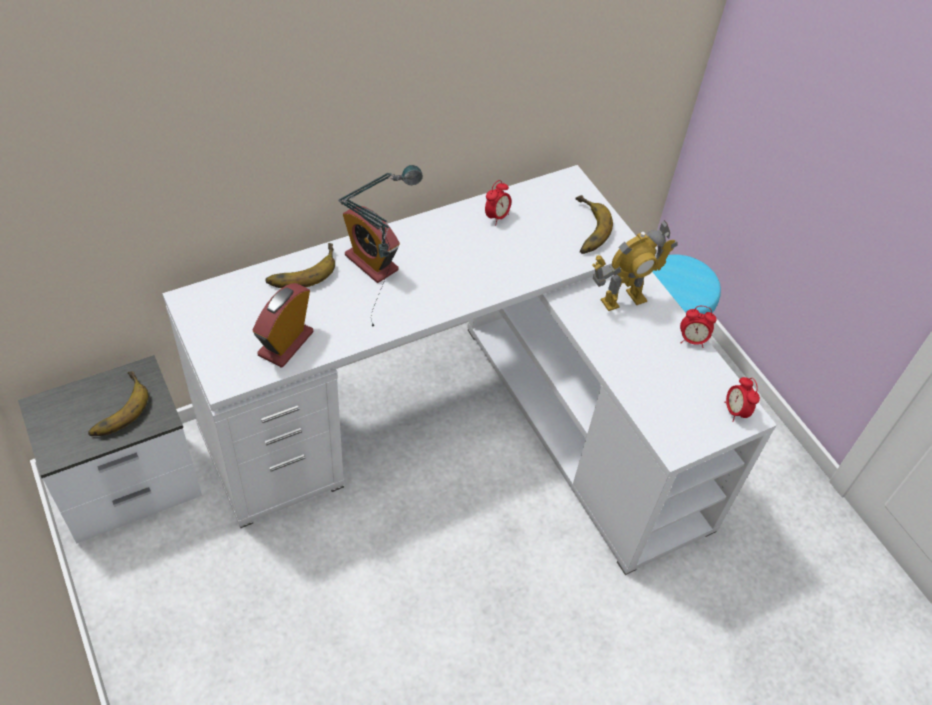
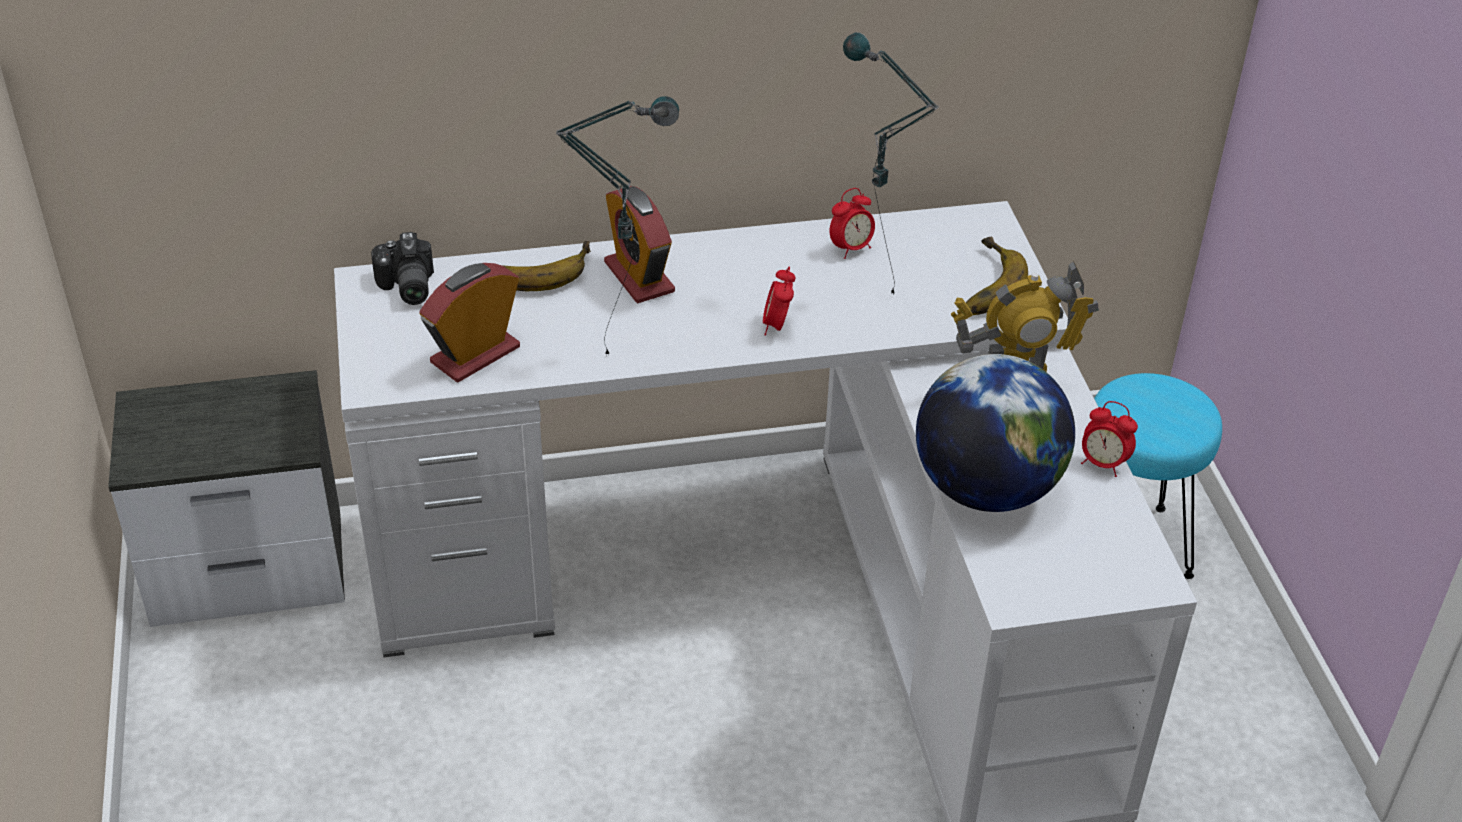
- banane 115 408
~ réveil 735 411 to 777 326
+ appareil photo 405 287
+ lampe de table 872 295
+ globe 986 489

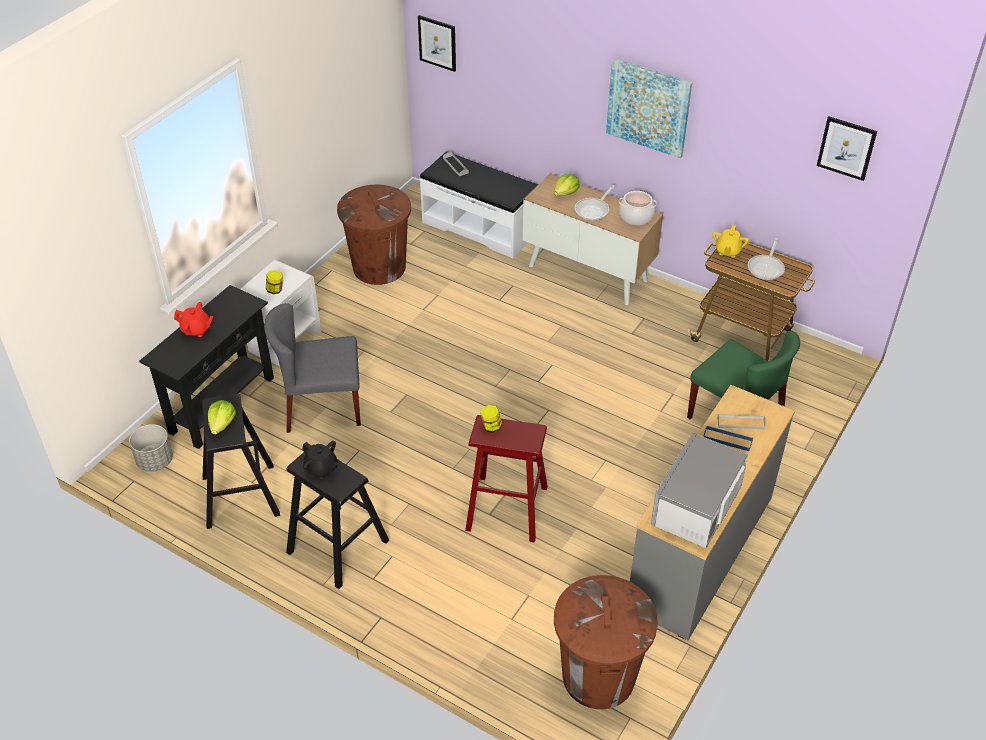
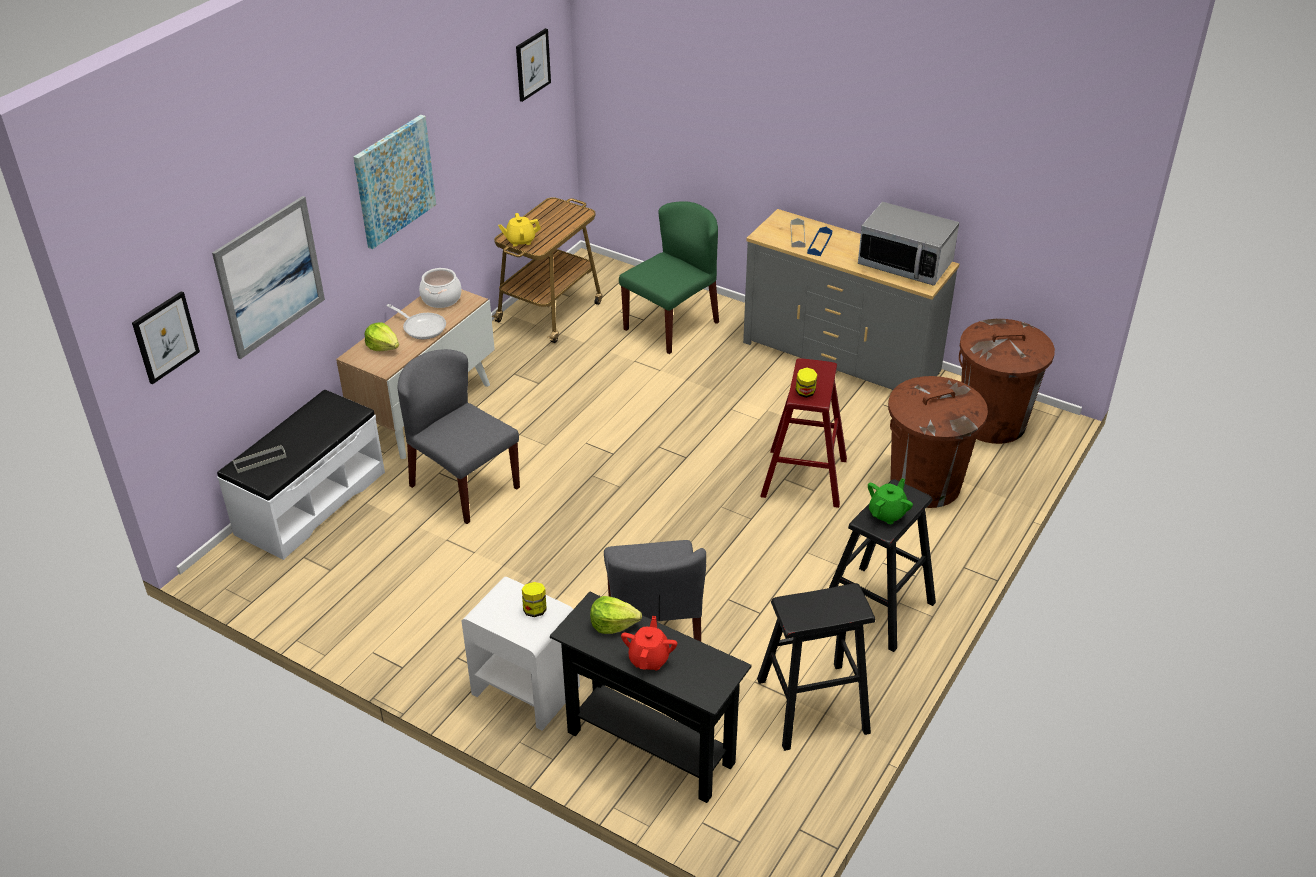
- cache-pot [gris] 155 461
~ laitue 222 424 to 613 624
~ théière [noir] 321 469 to théière [vert] 887 513
~ poubelle [marron] 379 267 to 924 484
~ théière [jaune] 728 251 = 520 241 150 degrees clockwise
- poêle 766 267
+ tableau 270 277
+ chaise [gris] 464 486

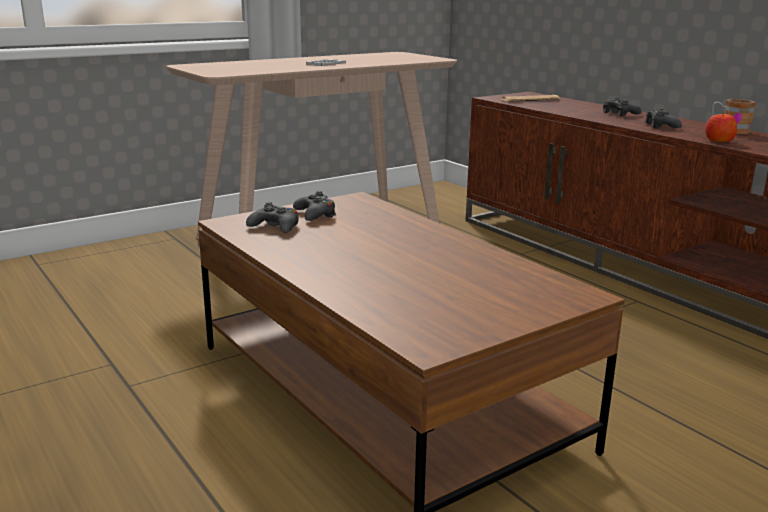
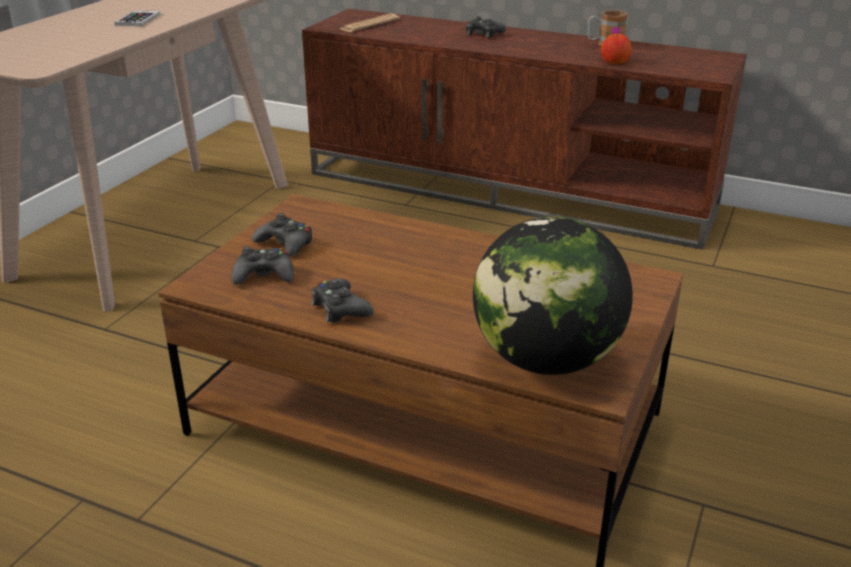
~ manette [noir] 661 125 to 340 308
+ globe 546 360

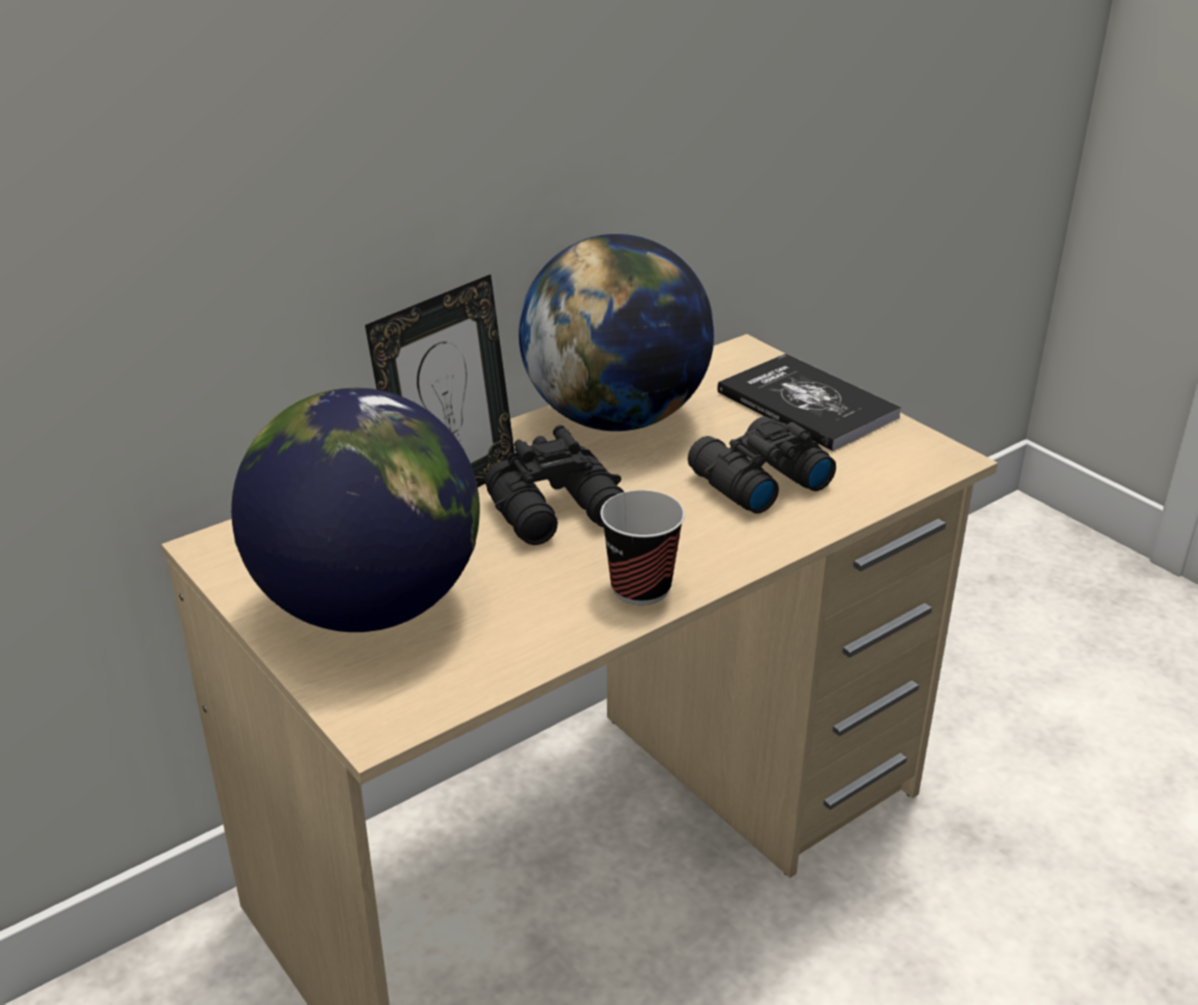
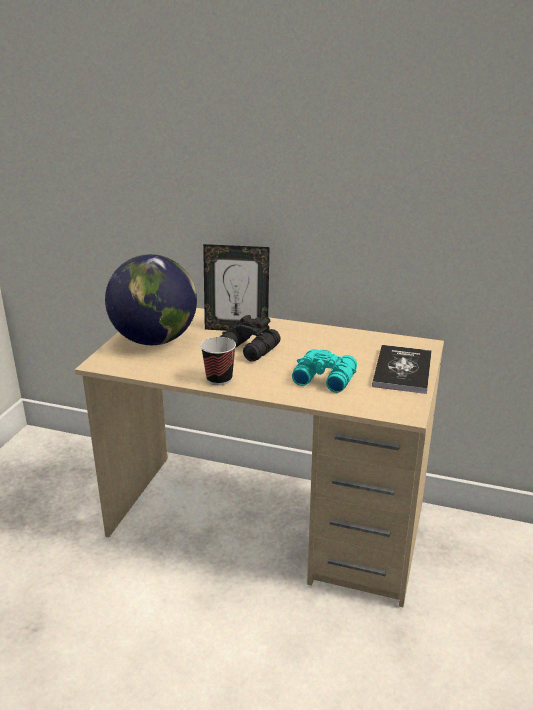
- globe 616 418
~ jumelles [noir] 755 480 to jumelles [turquoise] 323 378

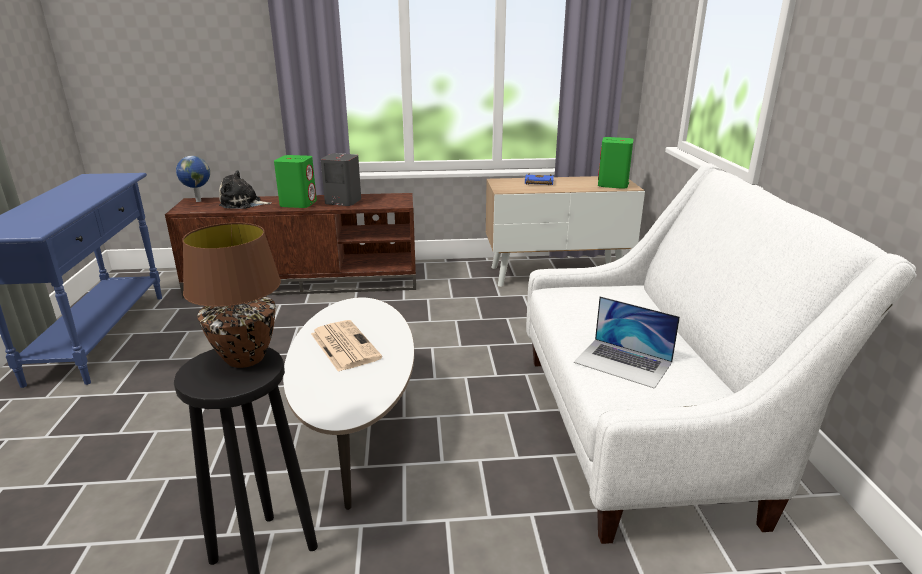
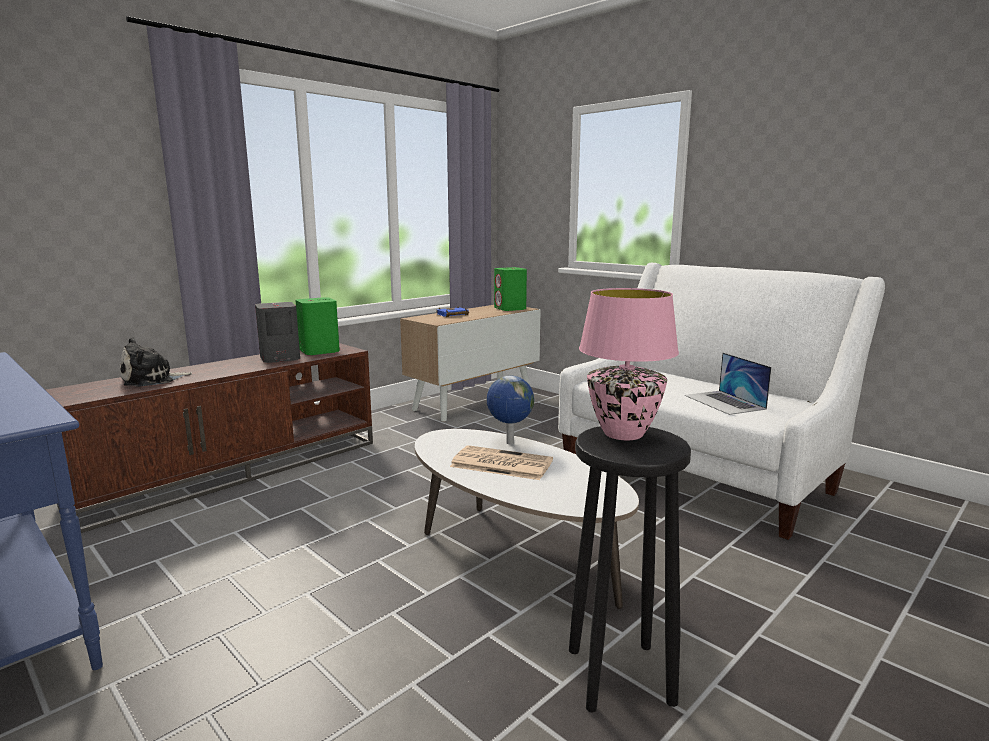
~ globe 198 201 to 509 443
~ lampe de table [marron] 244 358 to lampe de table [rose] 622 434
~ enceinte [vert] 298 203 to 319 351
~ ordinateur portable 623 362 = 724 402 75 degrees clockwise

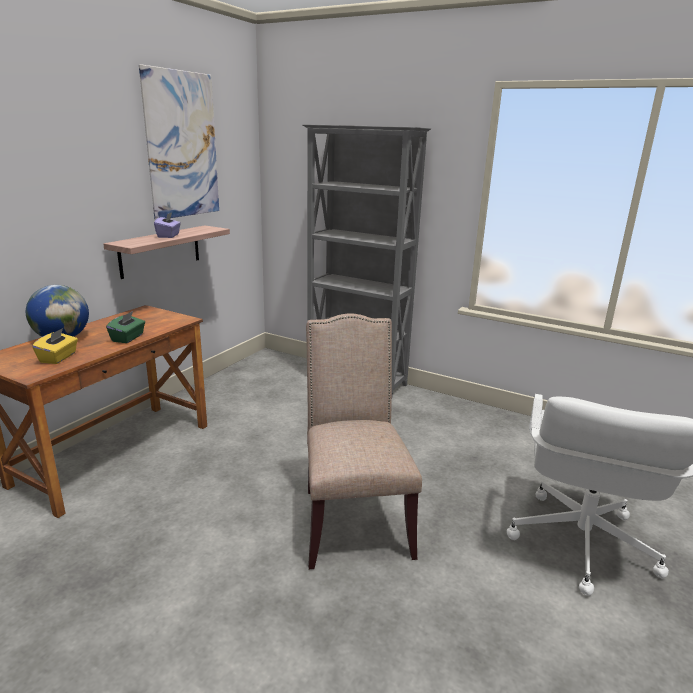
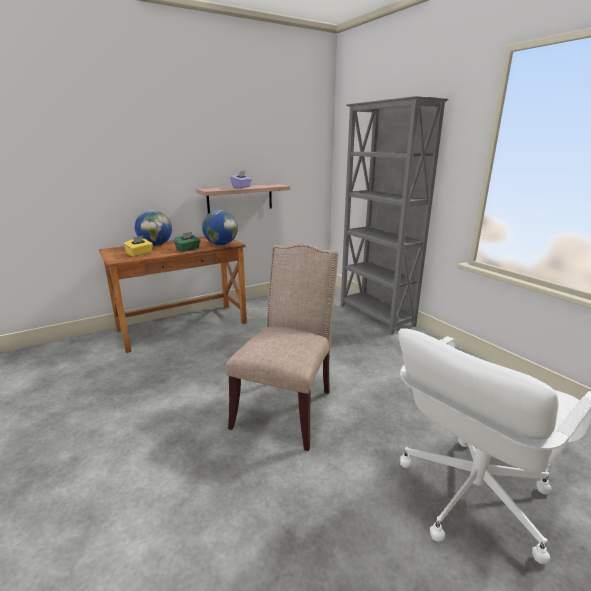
- tableau 182 146
+ globe 221 244

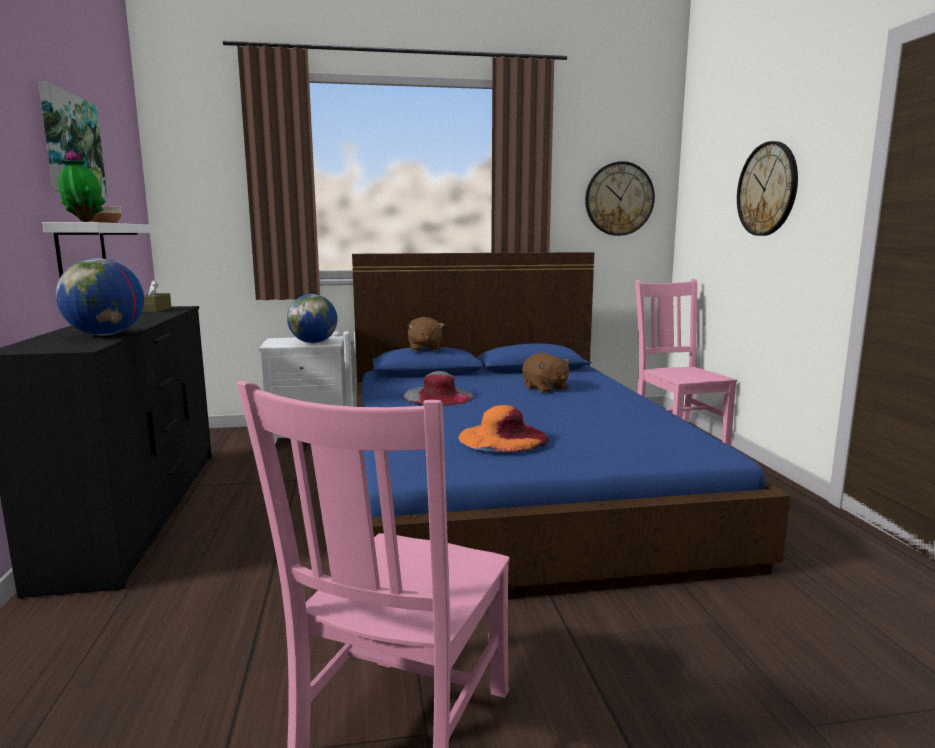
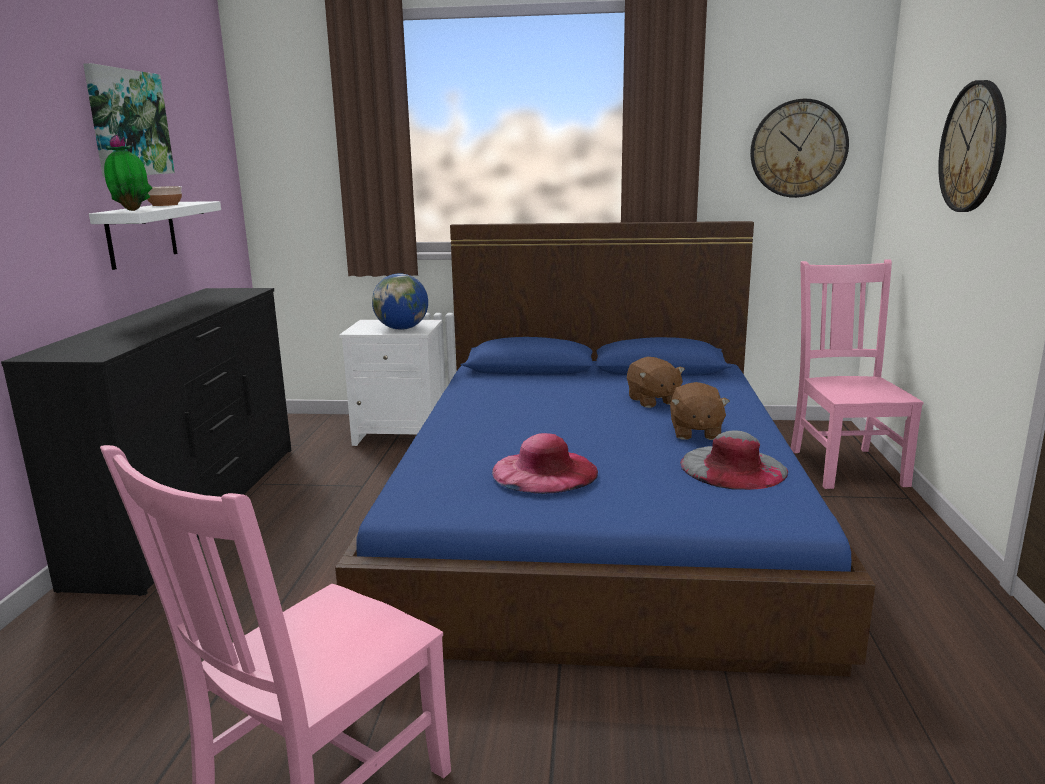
- globe 106 335
- boîte à mouchoirs [marron] 155 310
~ chapeau [gris] 438 396 to 733 467
~ peluche [marron] 424 348 to 695 432
~ chapeau [orange] 503 437 to chapeau [rose] 544 471

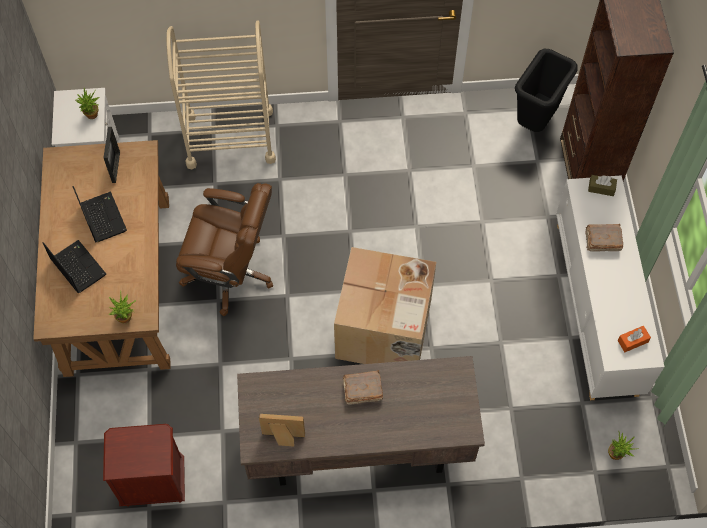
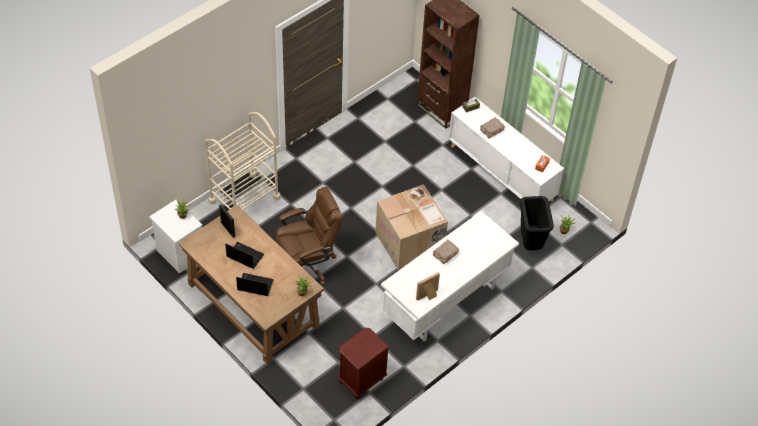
~ bureau [marron] 357 448 to bureau [blanc] 445 302
~ poubelle [noir] 535 121 to 530 244

